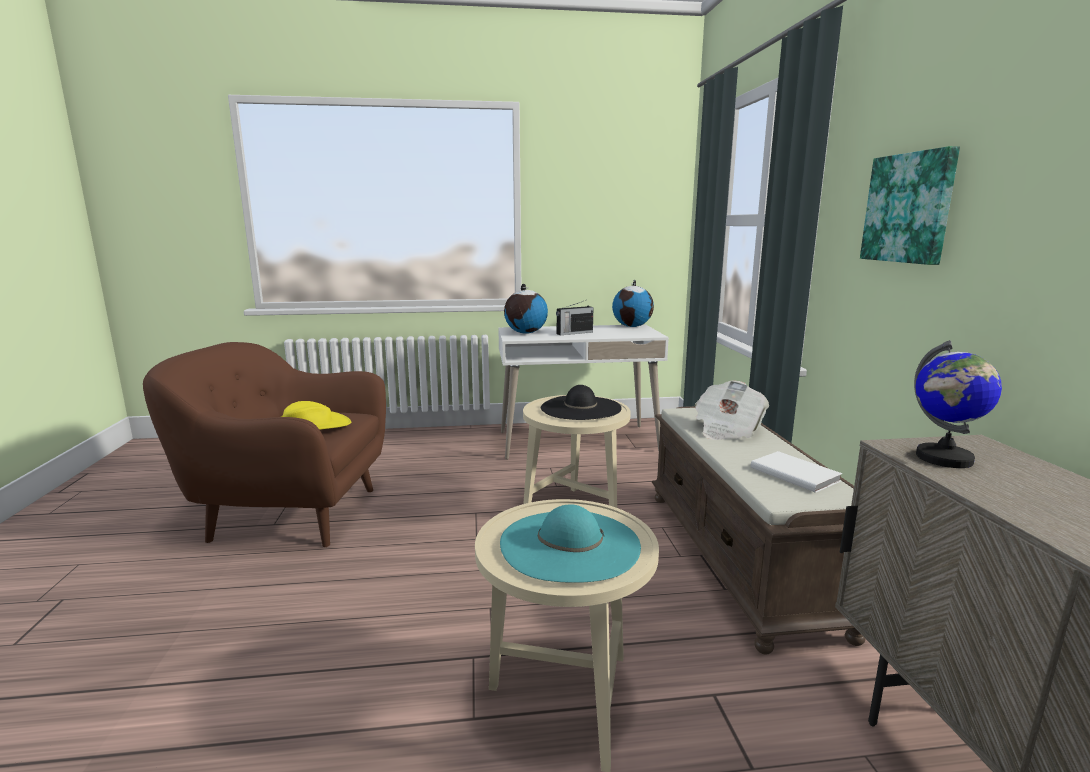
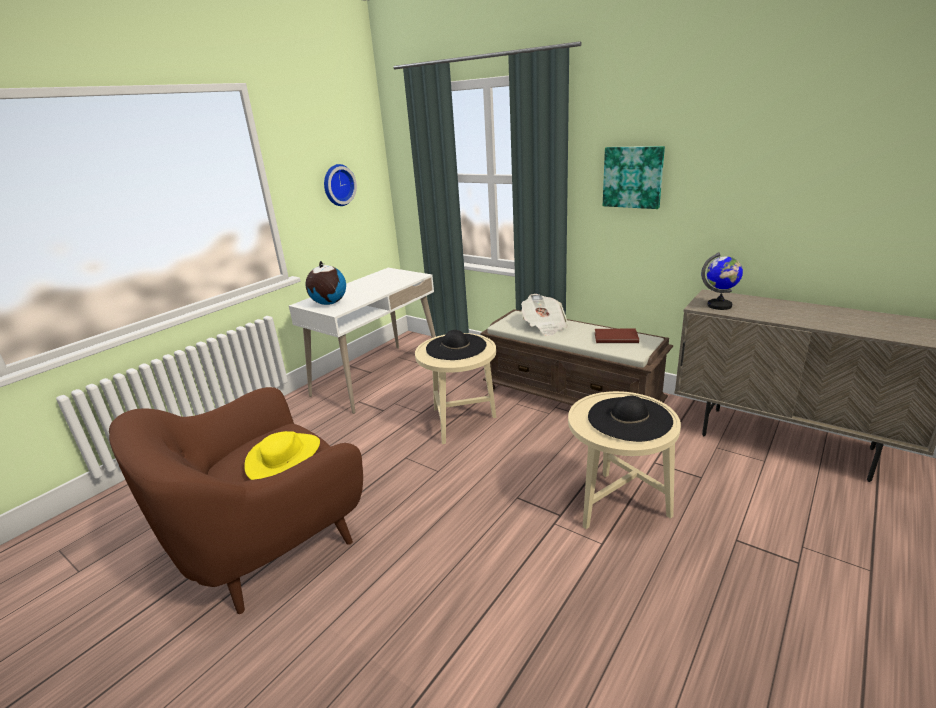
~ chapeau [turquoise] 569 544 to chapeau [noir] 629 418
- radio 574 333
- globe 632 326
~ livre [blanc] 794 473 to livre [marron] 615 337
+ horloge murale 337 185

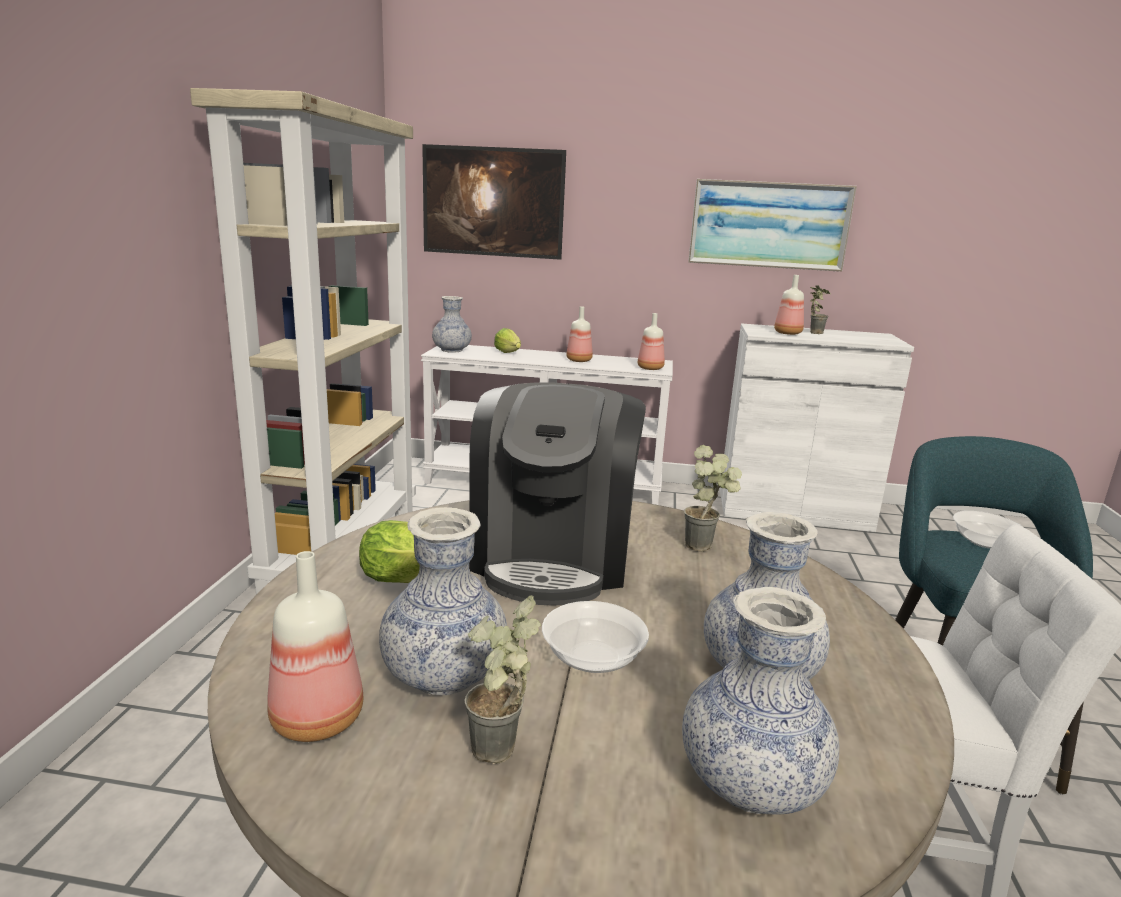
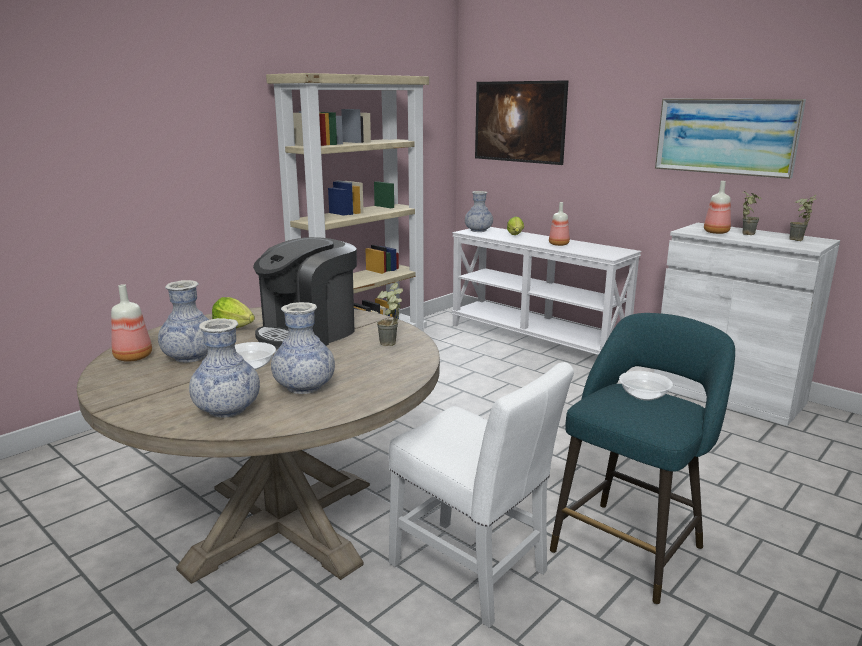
~ plante en pot 500 758 to 798 240
- bouteille 650 368

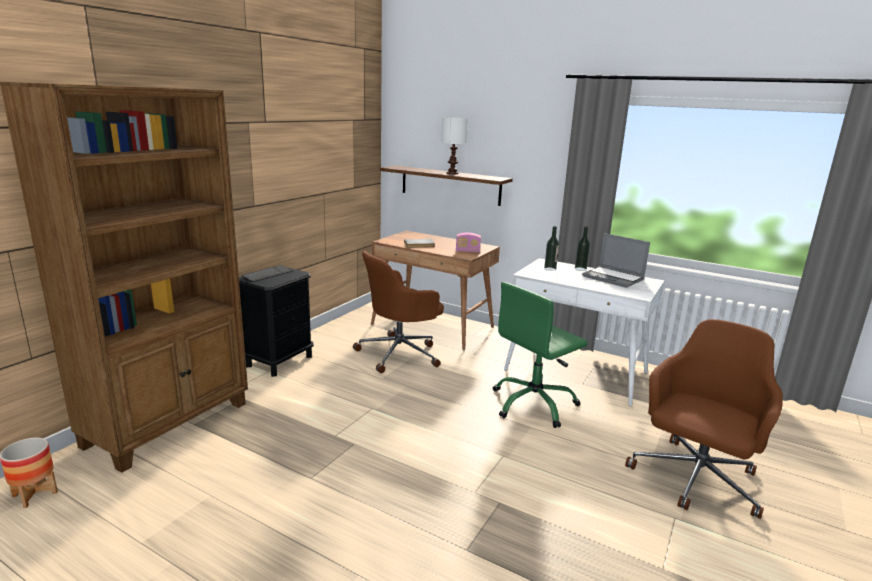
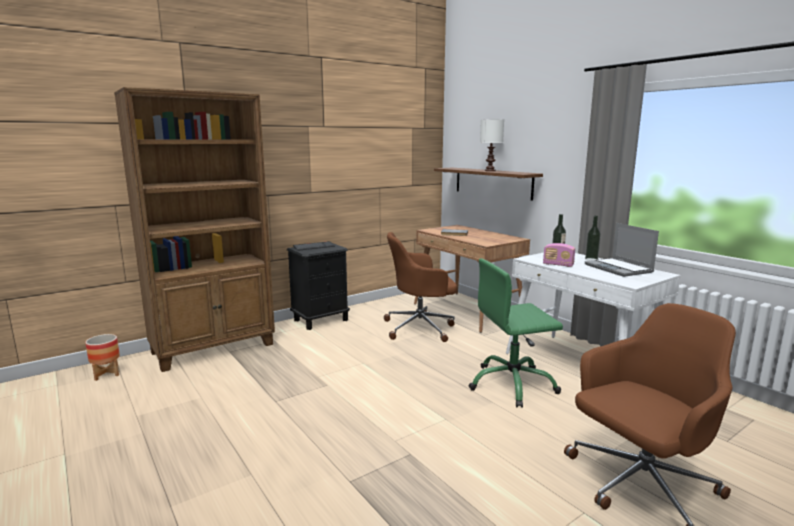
~ radio 467 251 to 558 265

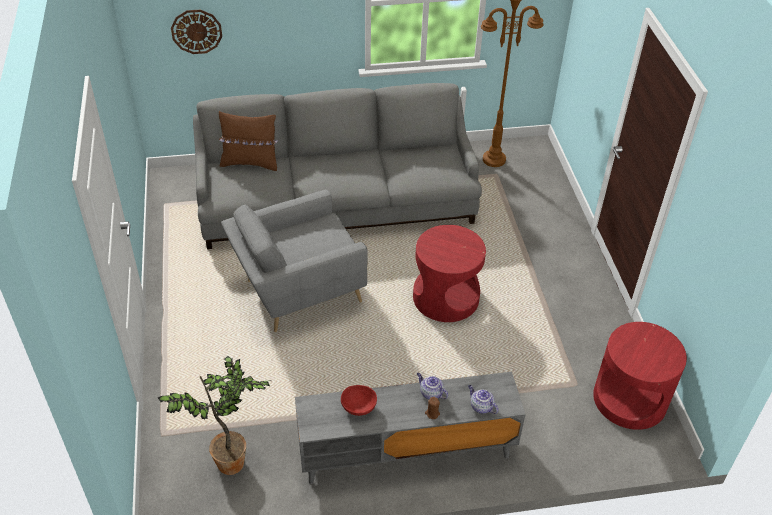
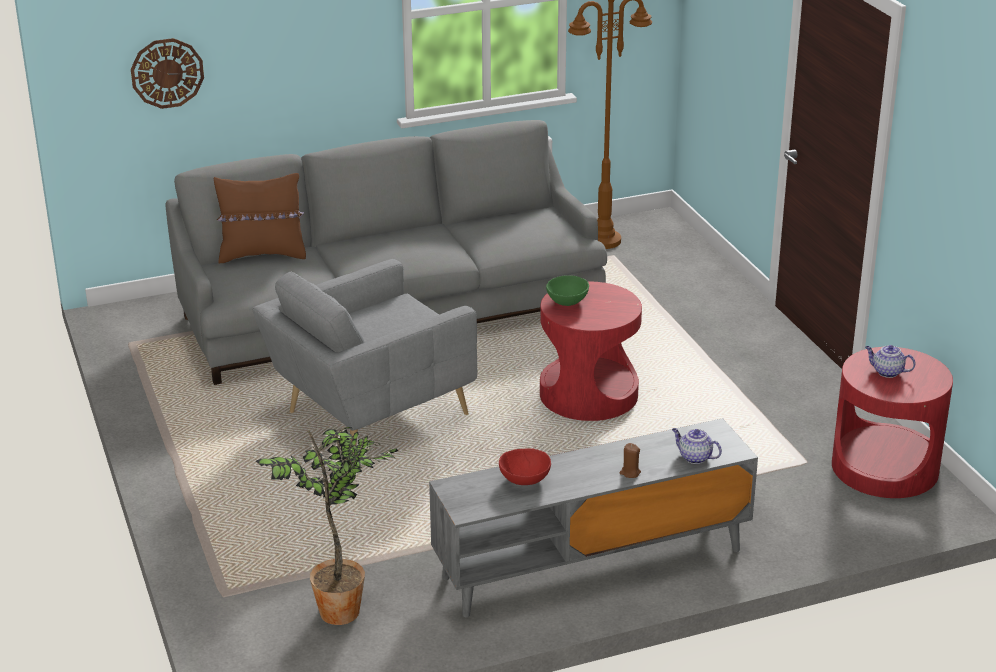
~ théière 430 393 to 887 372
+ bol [vert] 567 301

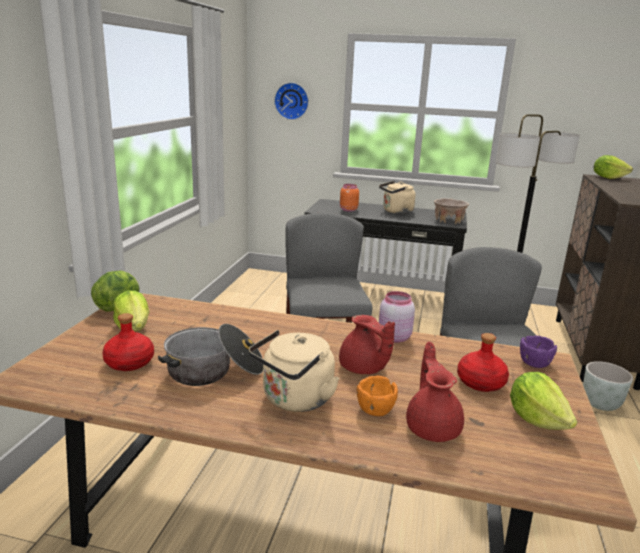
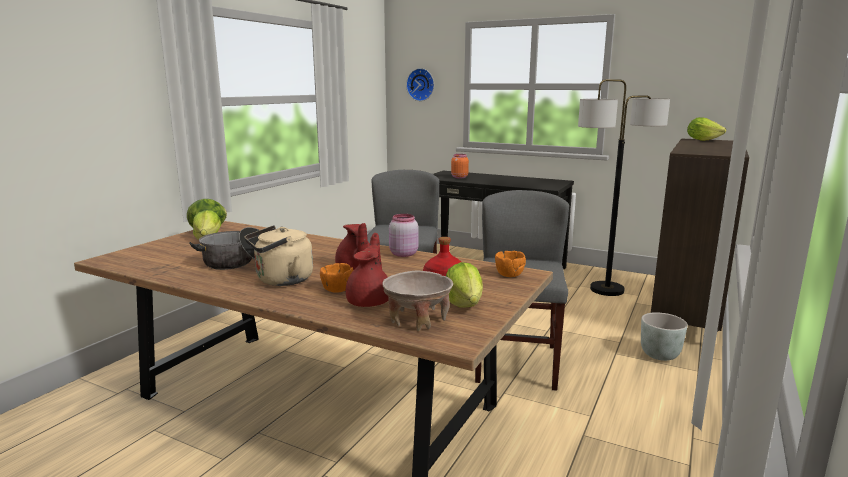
- bouteille [rouge] 129 362
- bouilloire [beige] 396 212
~ bol [beige] 449 221 to 417 319
~ bol [violet] 534 363 to bol [orange] 509 274

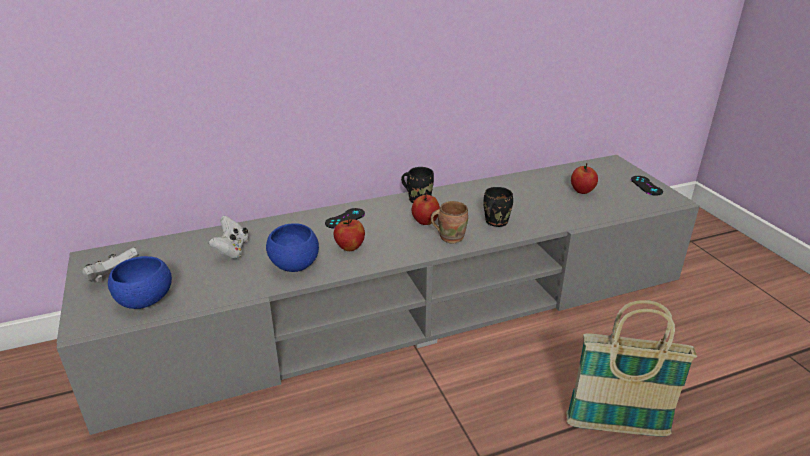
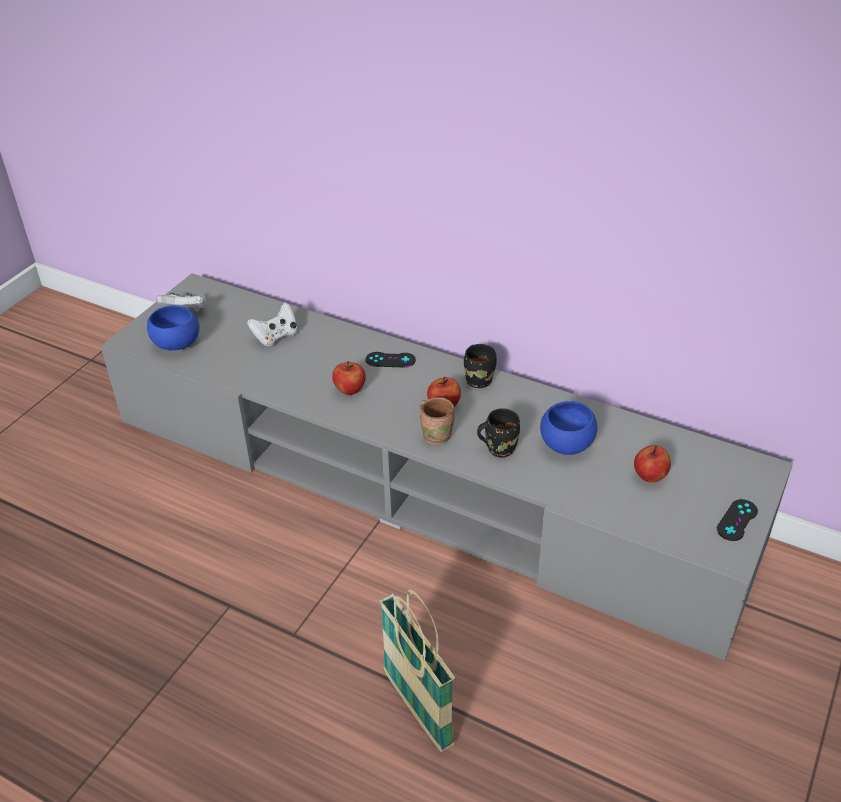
~ bol [bleu] 294 265 to 567 445

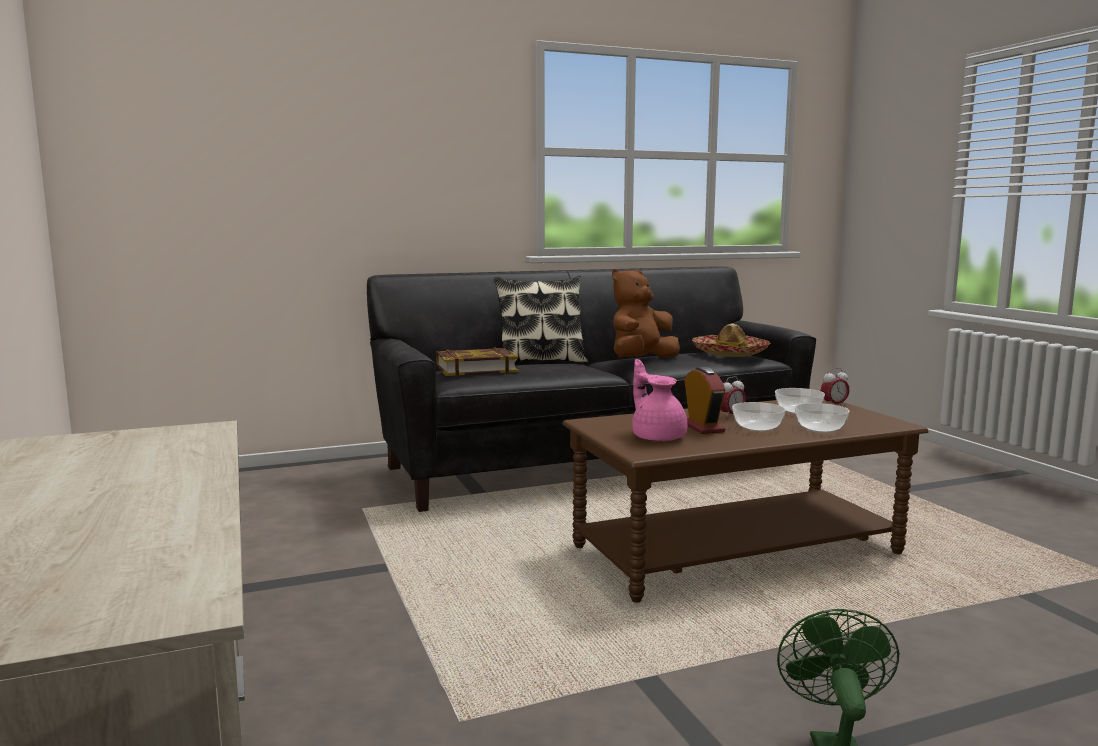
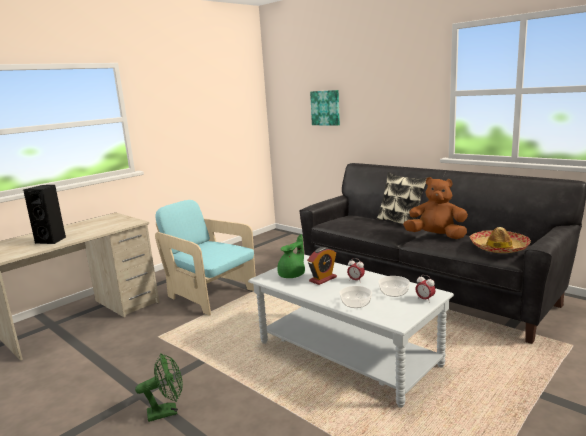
- livre 476 368
~ table basse [marron] 737 550 to table basse [gris] 347 354
~ théière [rose] 657 437 to théière [vert] 293 275
- bol 758 427
+ enceinte [noir] 52 240
+ fauteuil [turquoise] 210 295
+ tableau 325 108

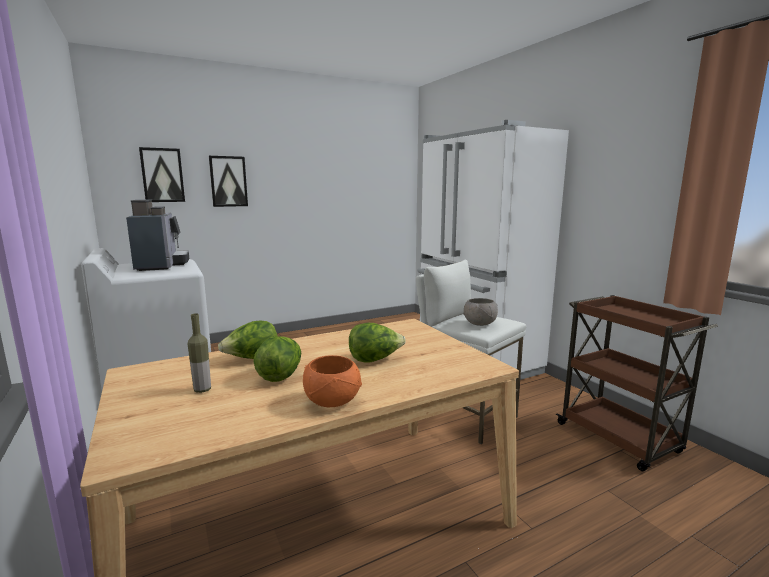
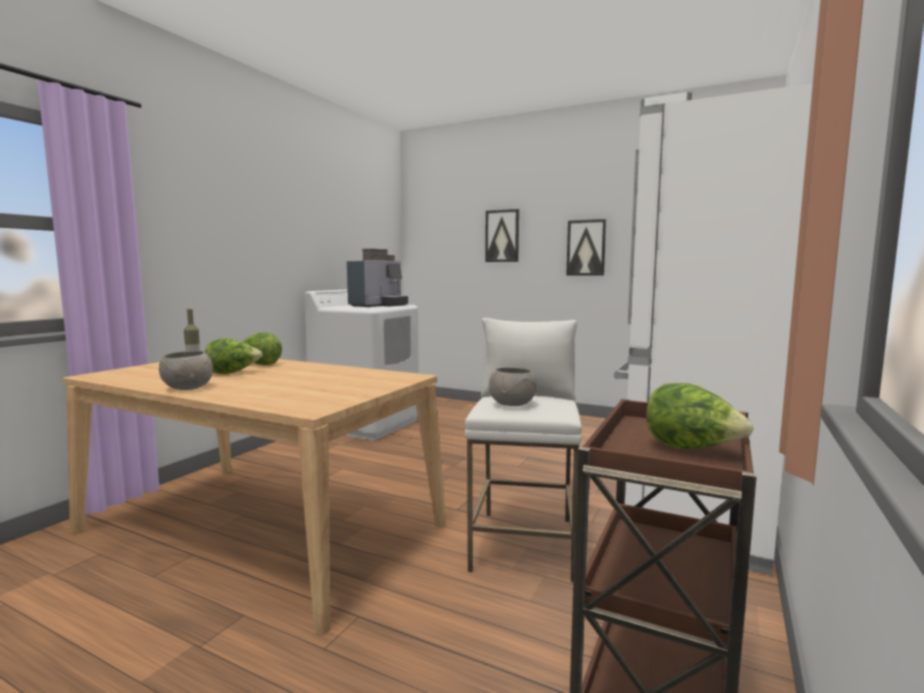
~ tableau 162 175 to 586 248
~ bol [orange] 331 401 to bol [gris] 188 388
~ laitue 375 359 to 691 449

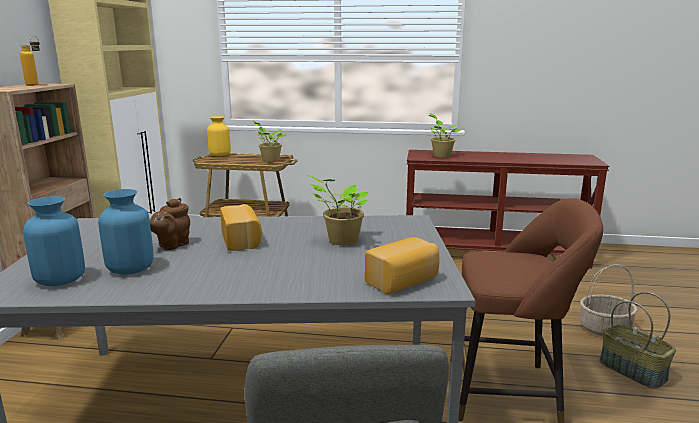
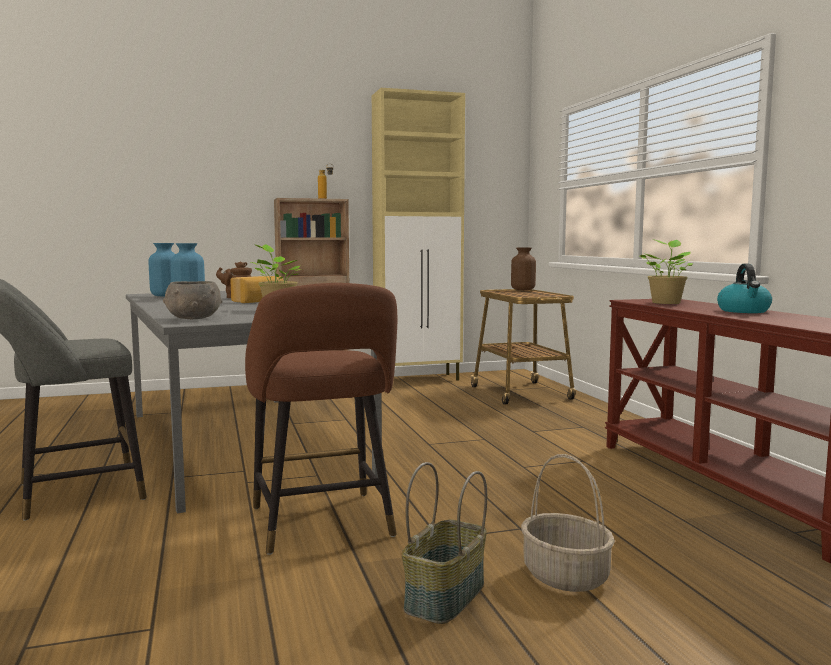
~ vase [jaune] 220 155 to vase [marron] 523 289
- plante en pot 269 160
~ pain 403 281 to bol [gris] 193 318
+ bouilloire 744 311

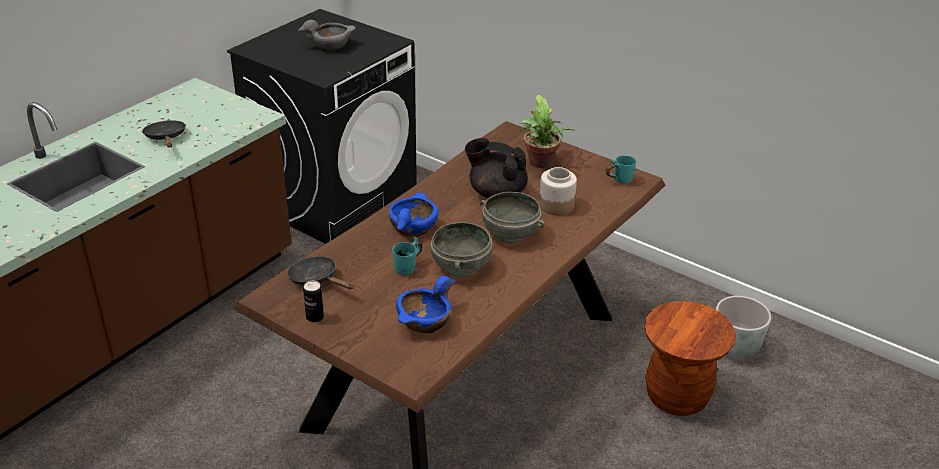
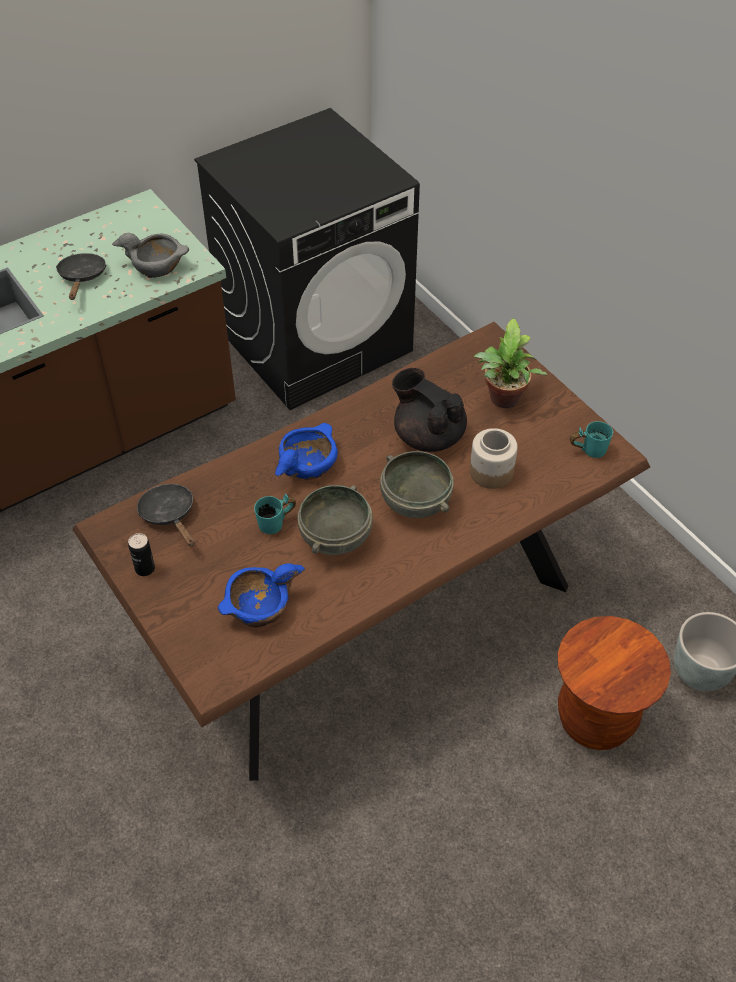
~ bol [gris] 331 45 to 157 266

